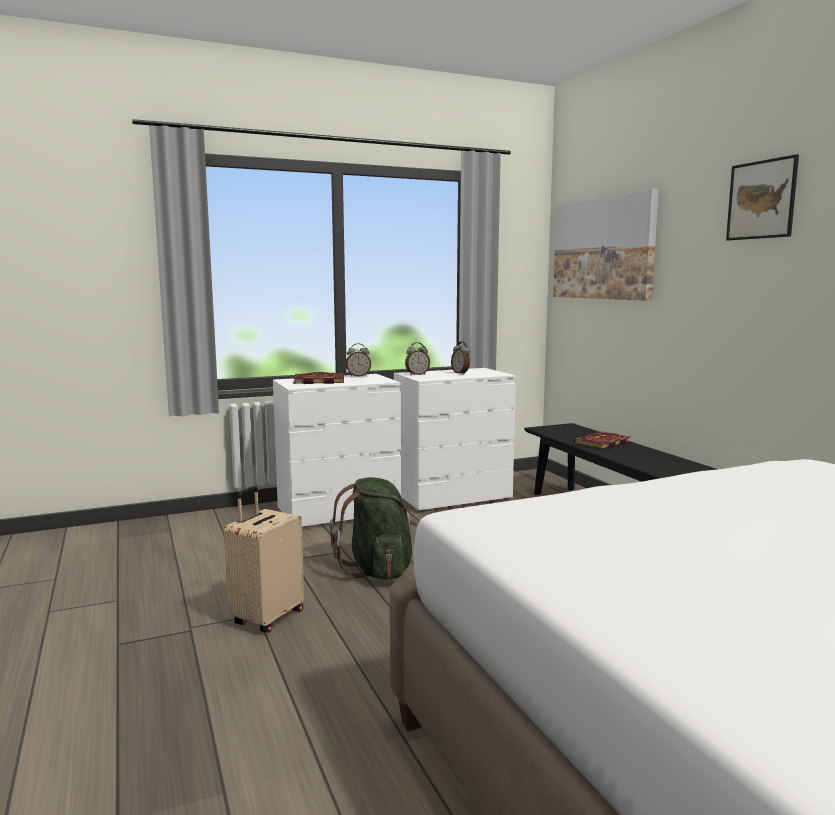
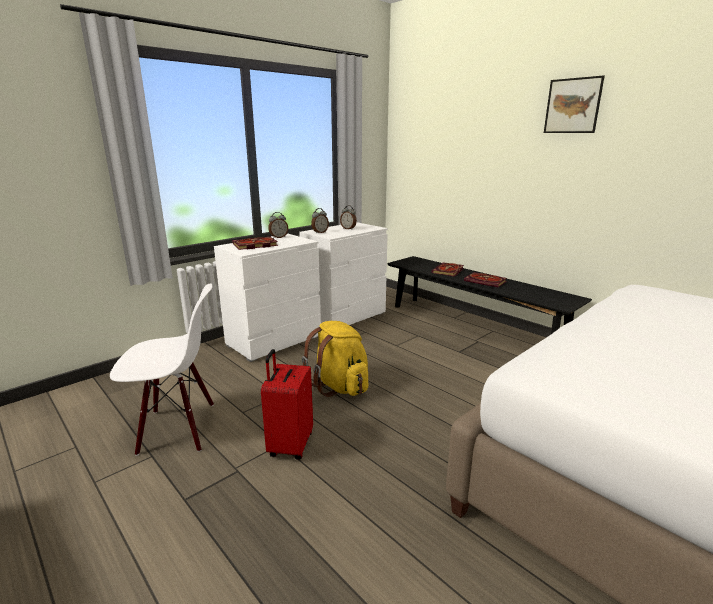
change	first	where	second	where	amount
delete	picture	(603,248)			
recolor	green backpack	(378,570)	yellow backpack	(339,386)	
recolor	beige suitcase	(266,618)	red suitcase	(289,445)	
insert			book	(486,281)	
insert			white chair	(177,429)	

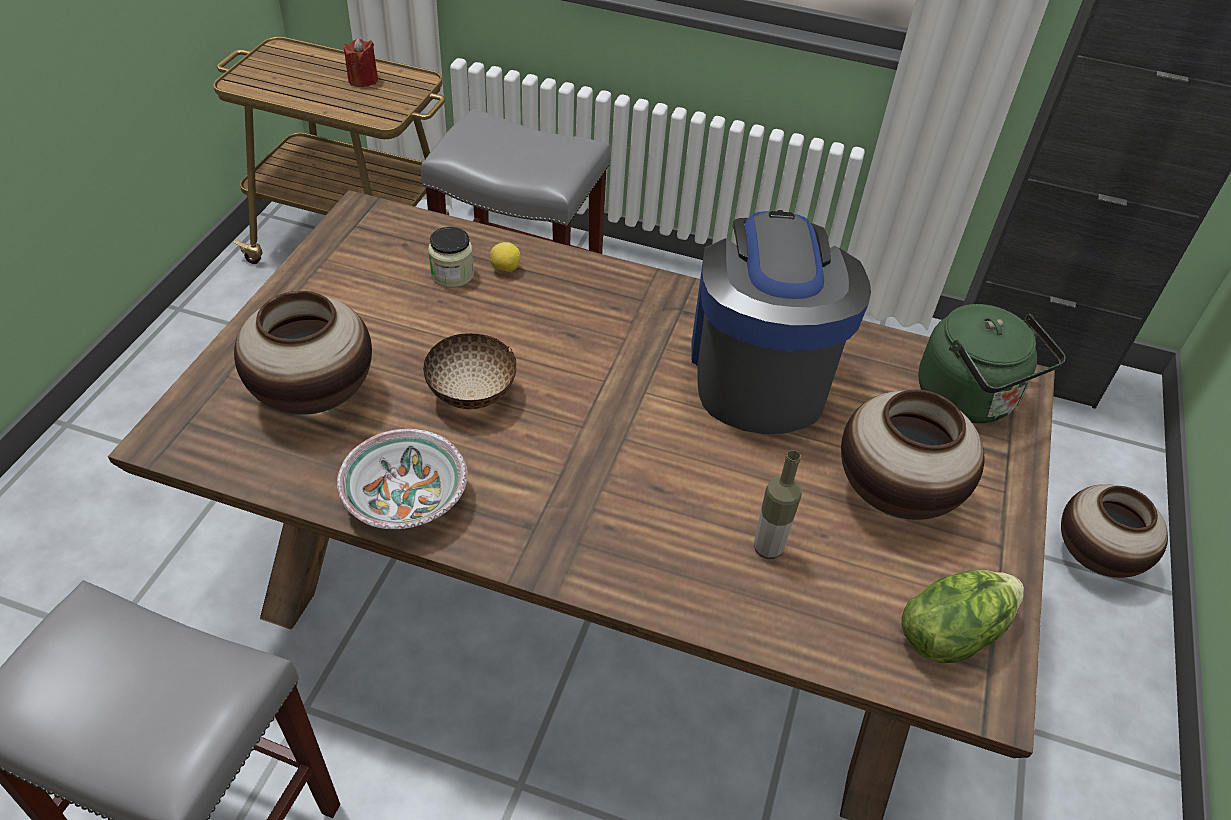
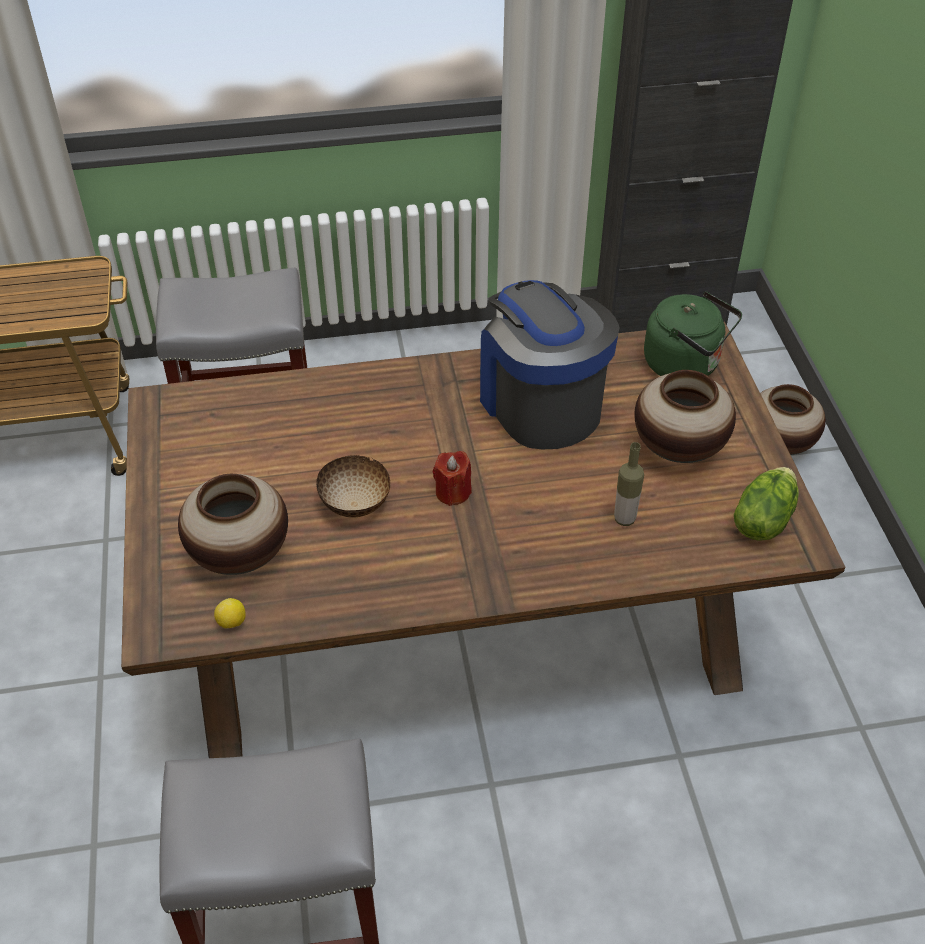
change	first	where	second	where	amount
move	red candle	(363,80)		(453,492)	
delete	jar	(452,274)			
move	lemon	(505,269)		(232,623)	
delete	bowl	(405,500)			

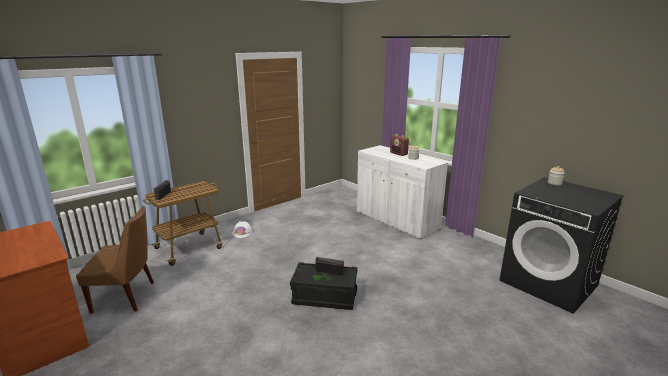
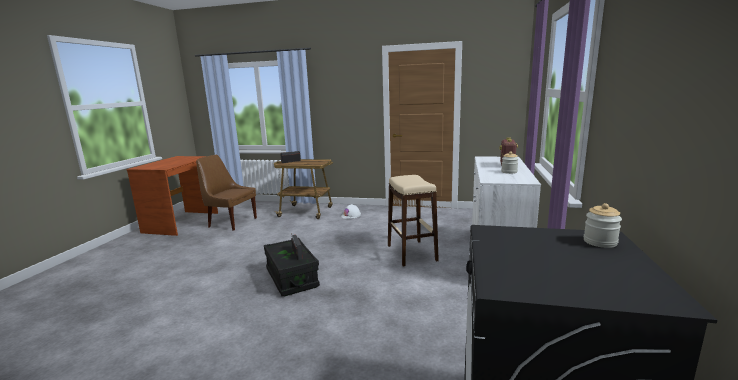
change	first	where	second	where	amount
rotate	brown chair	(126,297)		(231,222)	150 degrees clockwise
insert			beige stool	(411,253)	

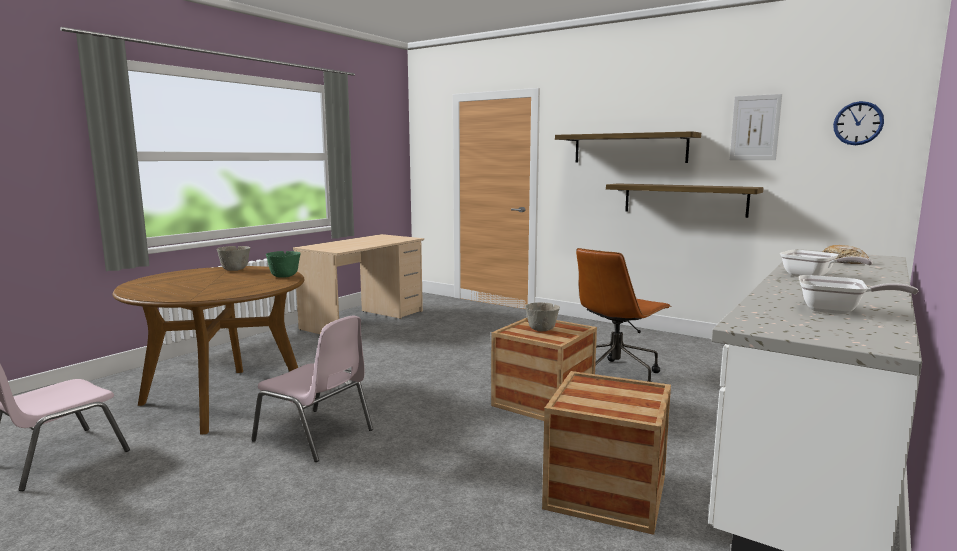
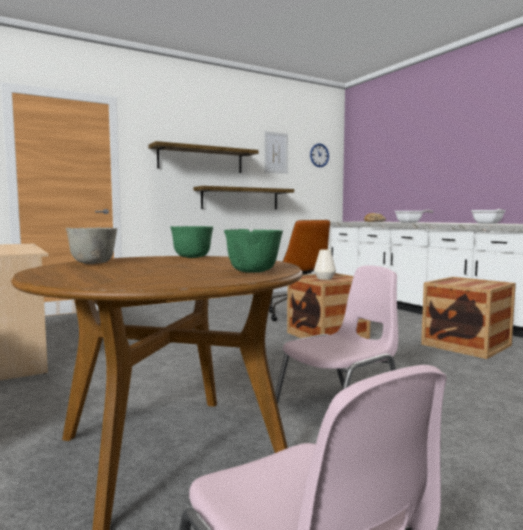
change	first	where	second	where	amount
replace	grey bowl	(542,329)	white vase	(324,278)	
insert			green bowl	(253,271)	

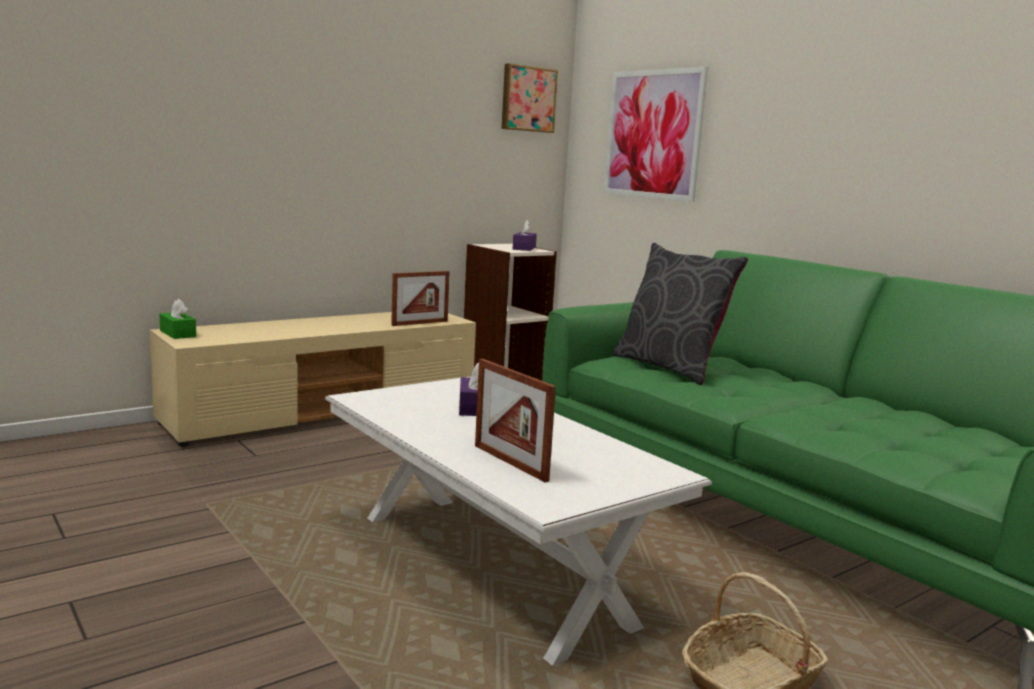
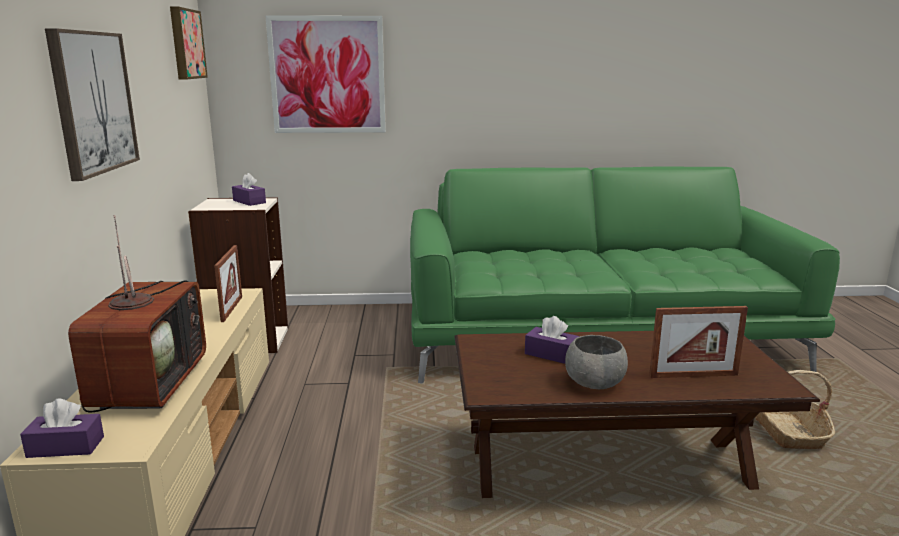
change	first	where	second	where	amount
delete	grey pillow	(669,368)			
recolor	green tissue box	(178,334)	purple tissue box	(65,447)	
recolor	white coffee table	(491,568)	brown coffee table	(609,467)	
insert			picture	(93,102)	
insert			television	(148,383)	
insert			grey bowl	(593,383)	

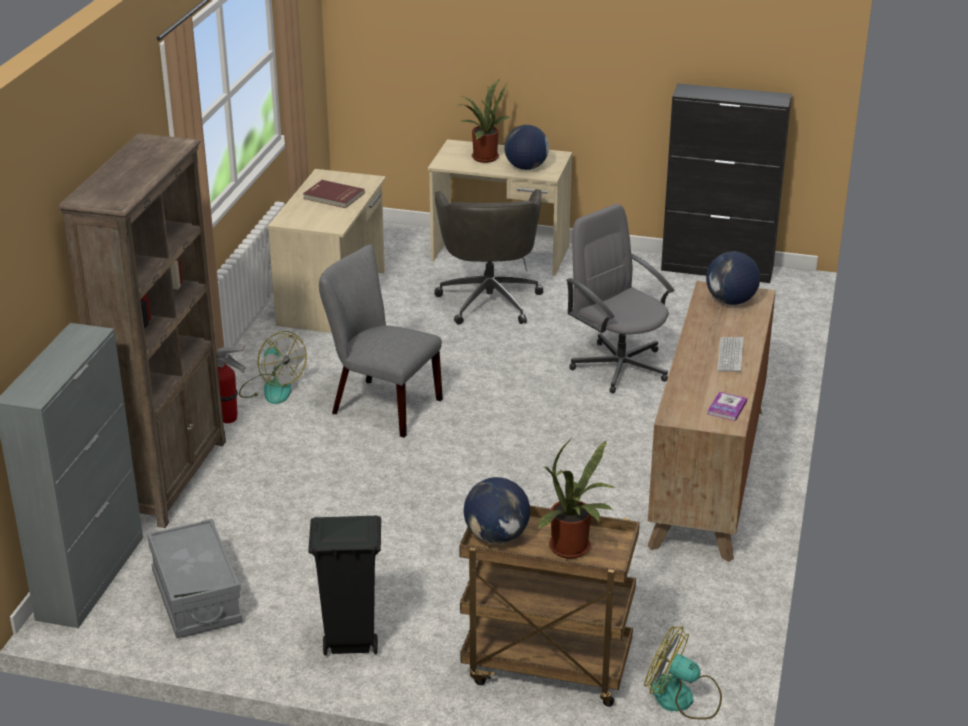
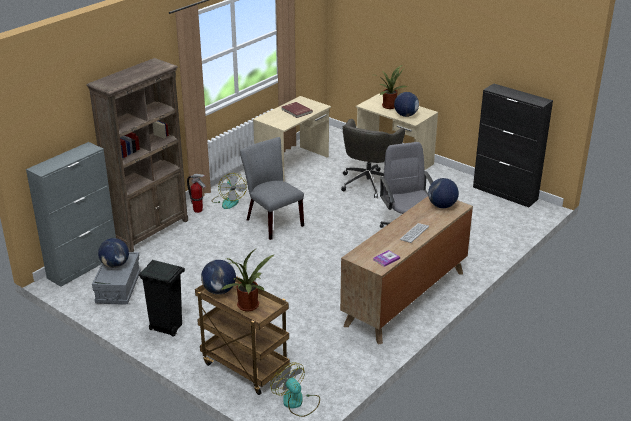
change	first	where	second	where	amount
insert			globe	(115,265)	

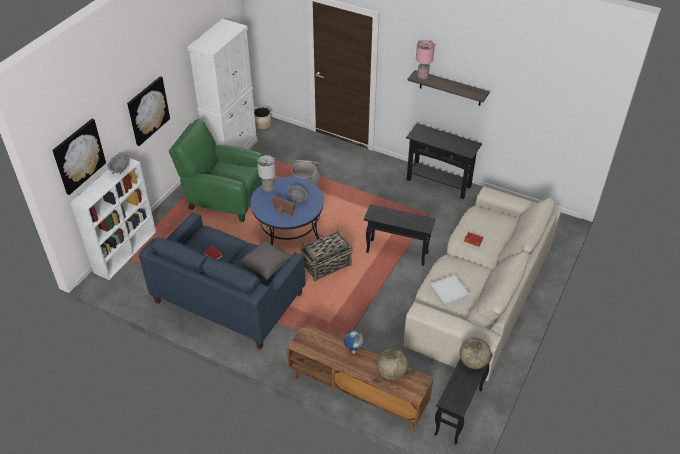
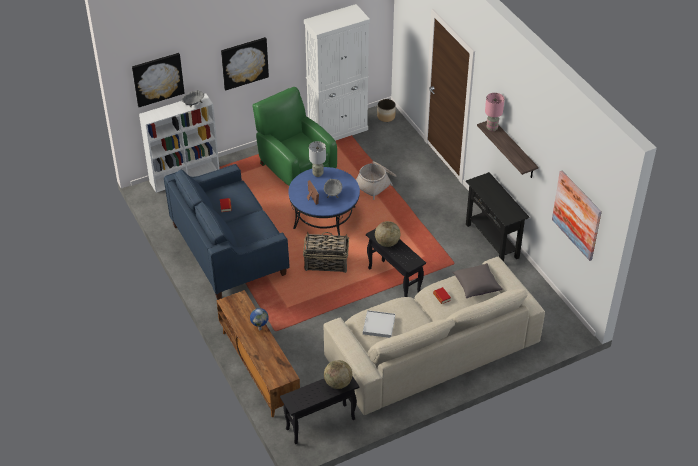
change	first	where	second	where	amount
move	grey pillow	(266,265)		(476,286)	
move	globe	(391,373)		(387,243)	
insert			picture	(577,215)	

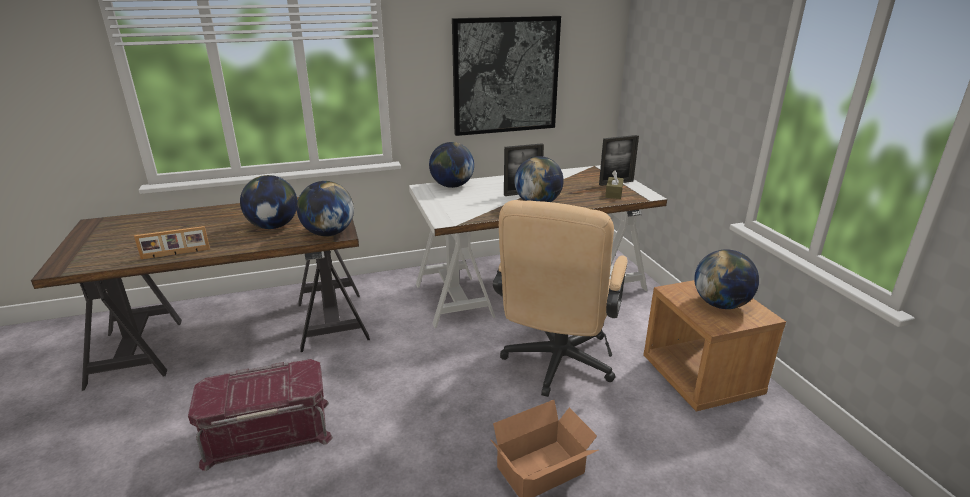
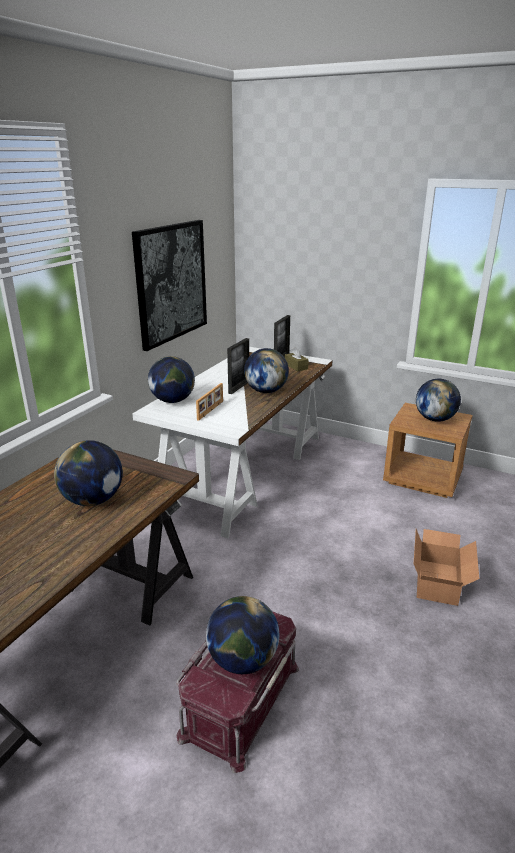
change	first	where	second	where	amount
move	globe	(328,233)		(243,660)	
delete	beige office chair	(556,366)			
move	picture frame	(176,254)		(211,410)	

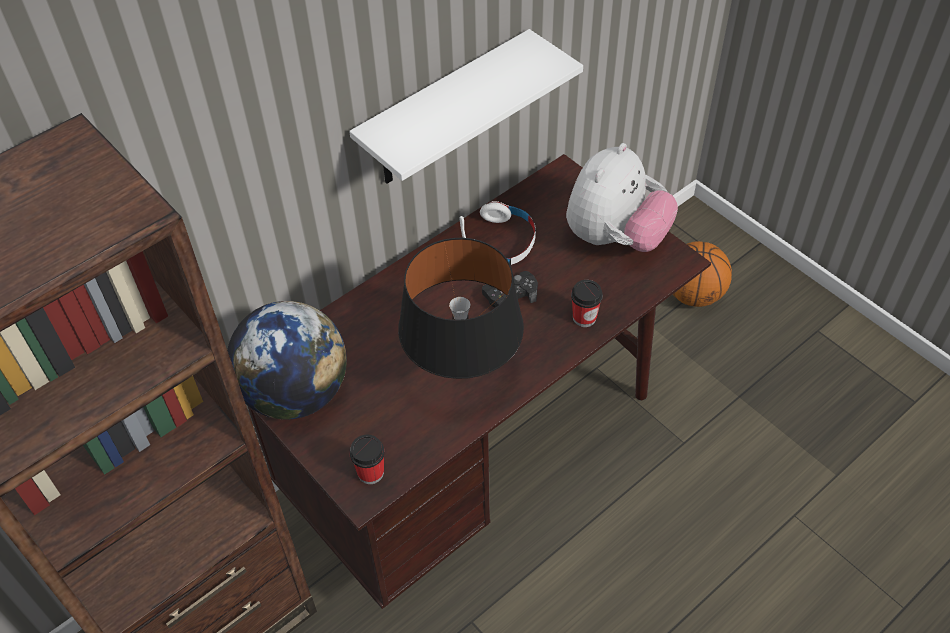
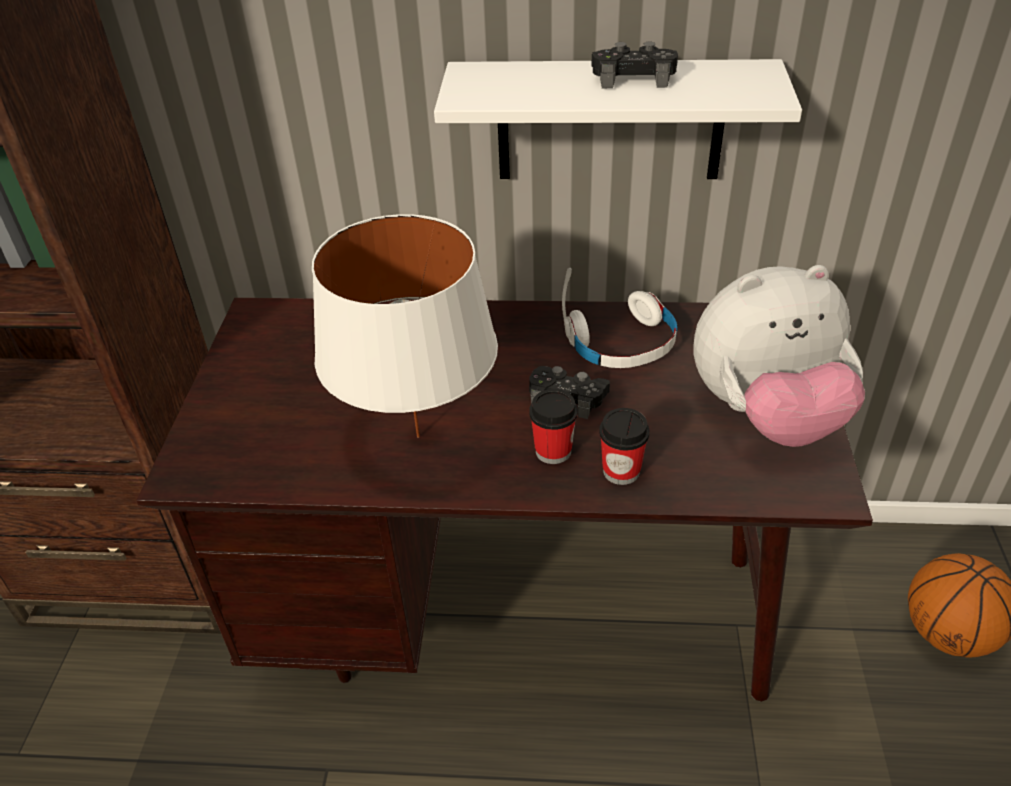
change	first	where	second	where	amount
recolor	black table lamp	(463,374)	white table lamp	(419,436)	
delete	globe	(296,393)			
move	cup	(370,472)		(553,451)	
insert			black game controller	(633,77)	

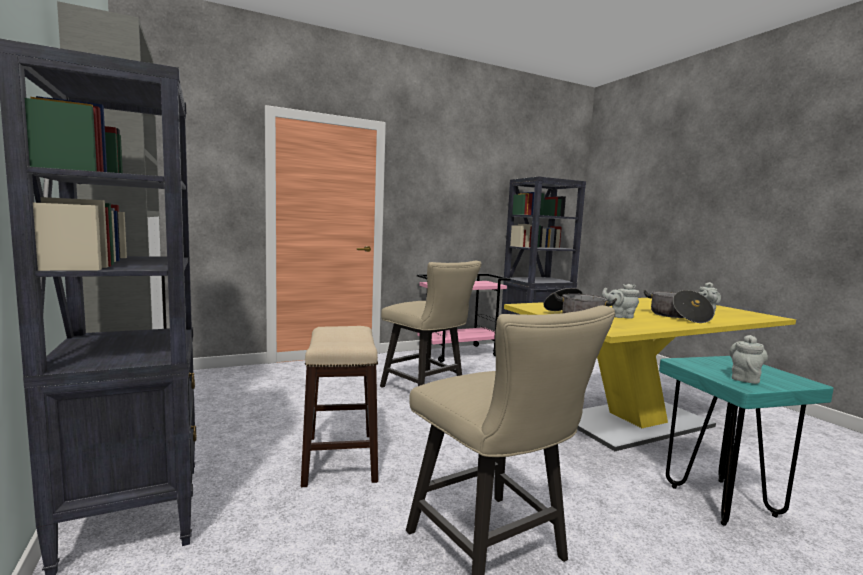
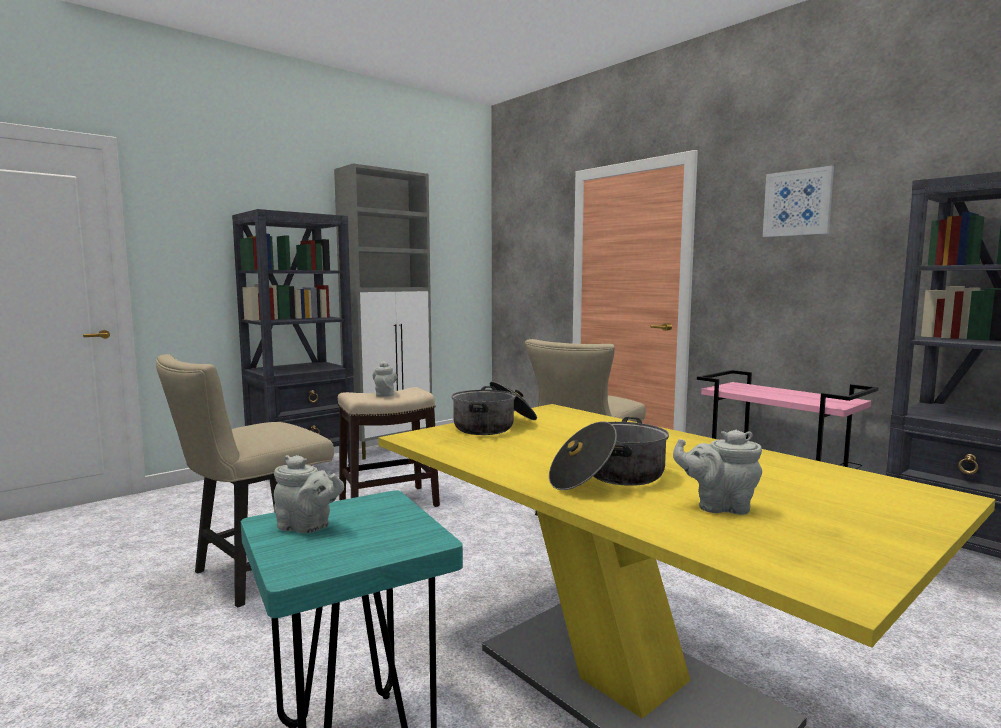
change	first	where	second	where	amount
move	grey teapot	(620,316)		(385,394)	
insert			picture	(797,203)	

